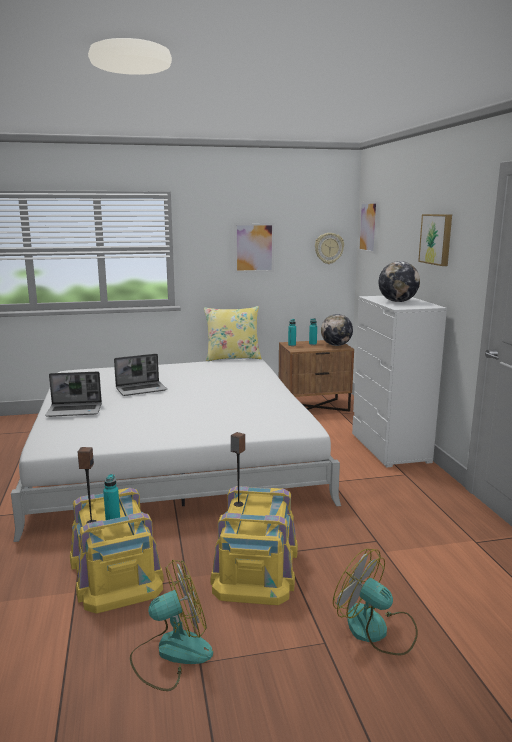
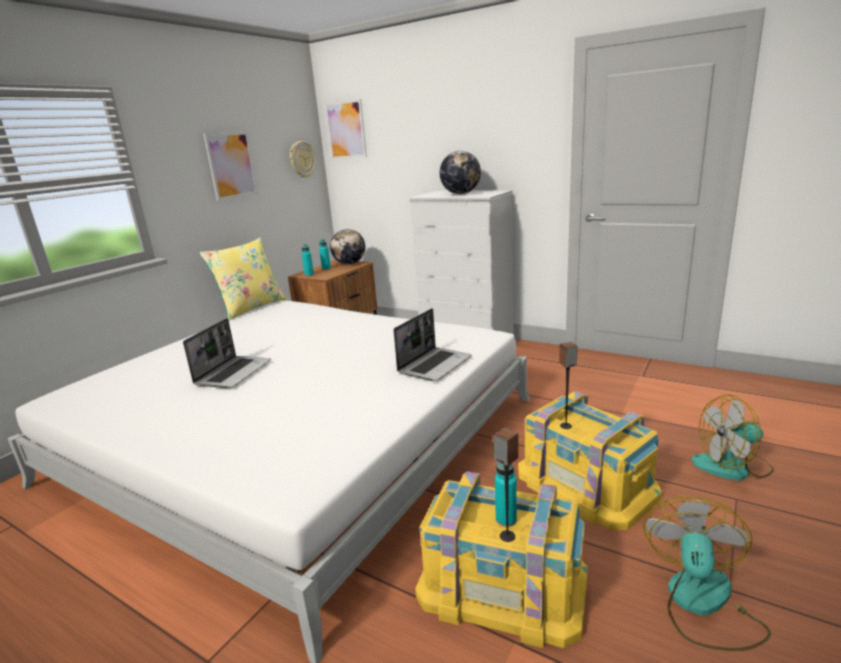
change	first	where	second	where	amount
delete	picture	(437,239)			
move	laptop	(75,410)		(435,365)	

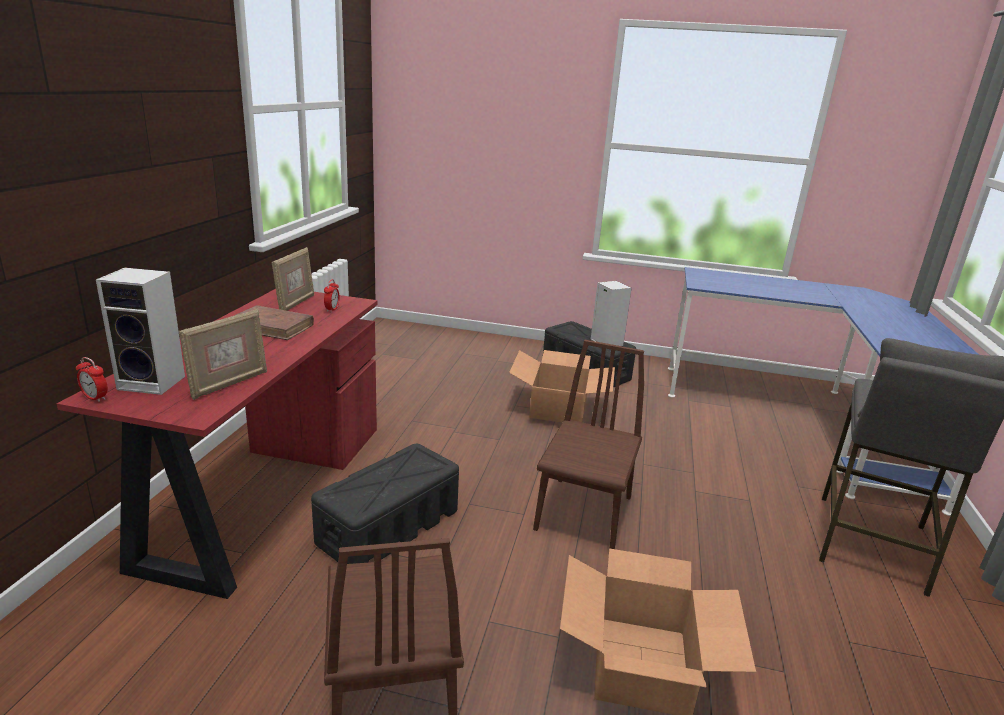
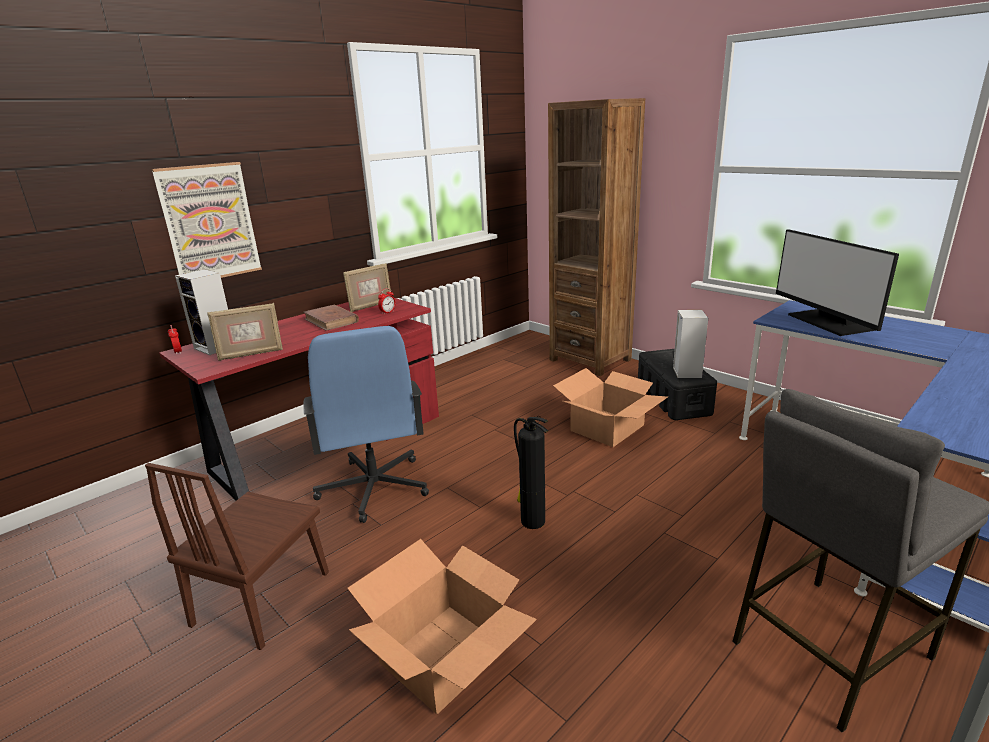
change	first	where	second	where	amount
replace	brown chair	(584,513)	fire extinguisher	(531,520)	
replace	black storage box	(388,527)	blue office chair	(374,488)	
insert			brown bookcase	(590,360)	
insert			picture	(209,222)	
insert			monitor	(828,322)	

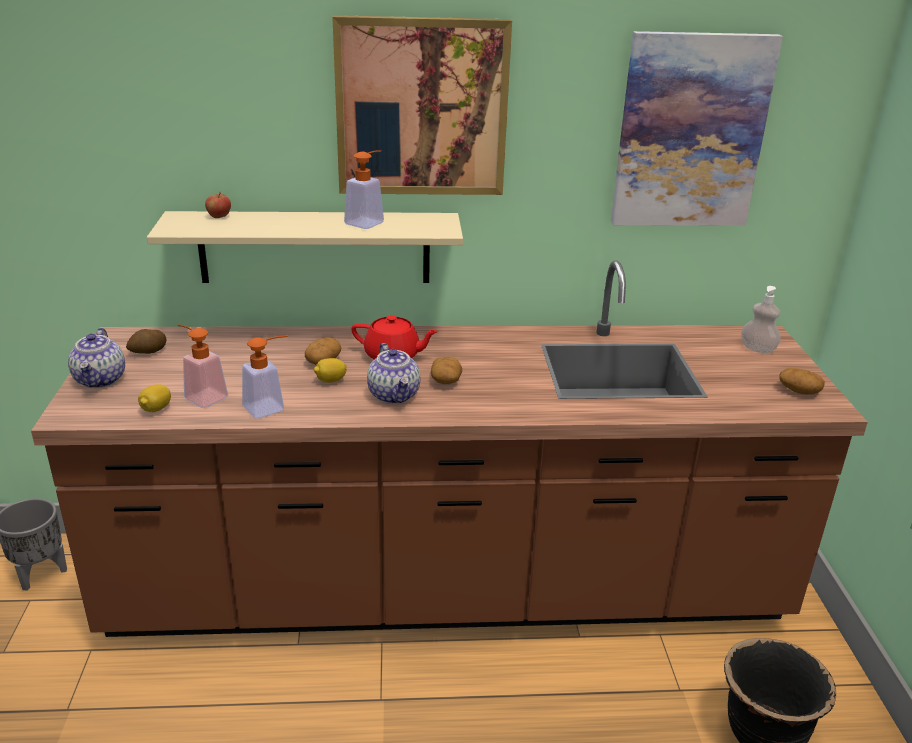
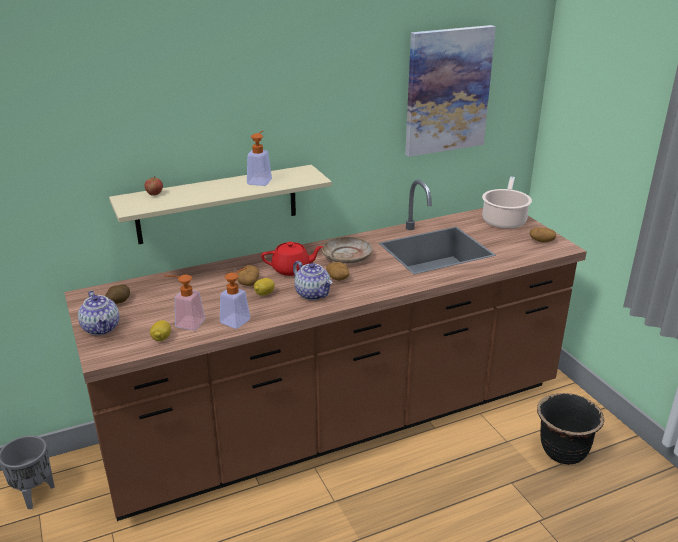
change	first	where	second	where	amount
delete	picture	(421,108)			
replace	soap dispenser	(757,349)	cooking pot	(504,220)	
insert			beige plate	(347,256)	

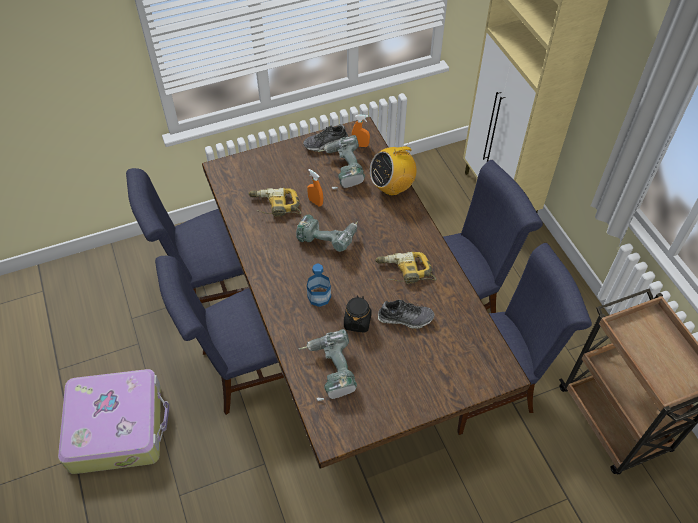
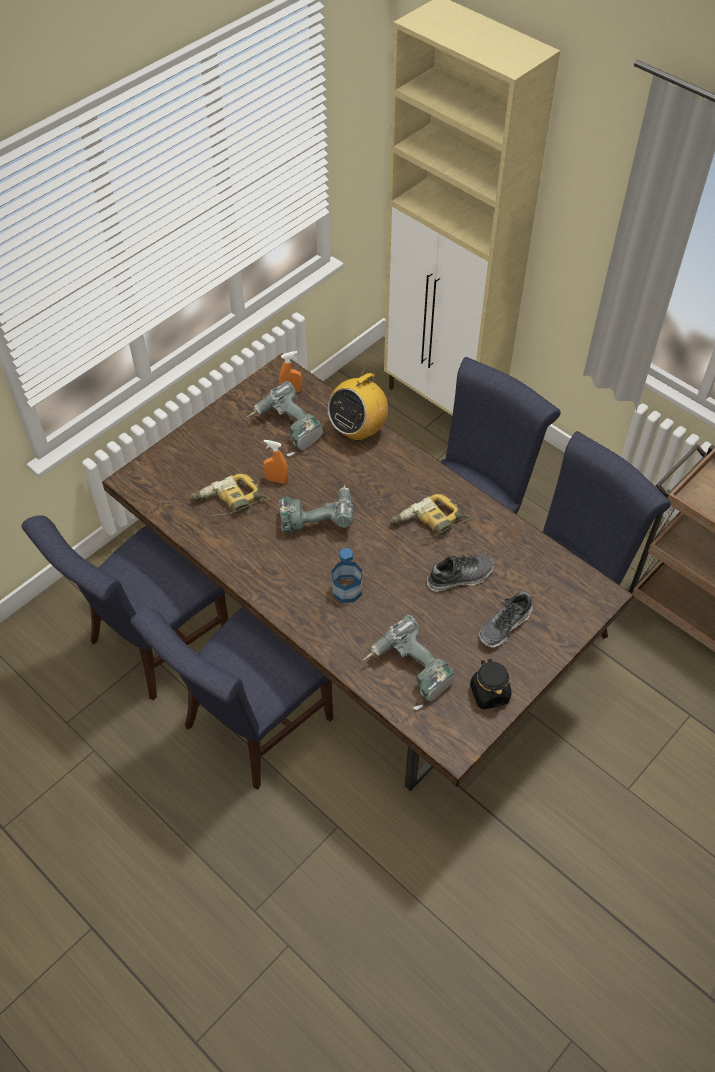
change	first	where	second	where	amount
move	shoe	(325,143)		(505,625)	
move	black jar	(357,321)		(489,693)	
delete	suitcase	(117,426)			

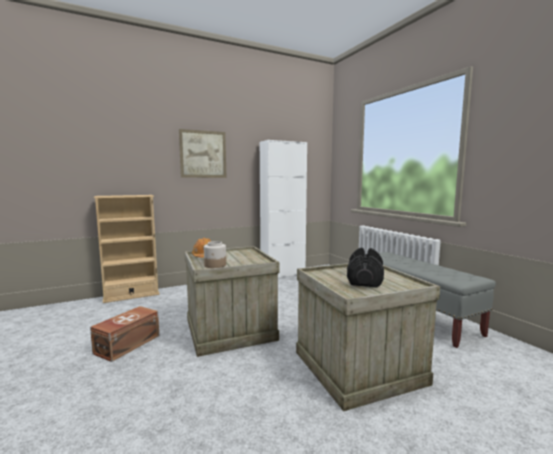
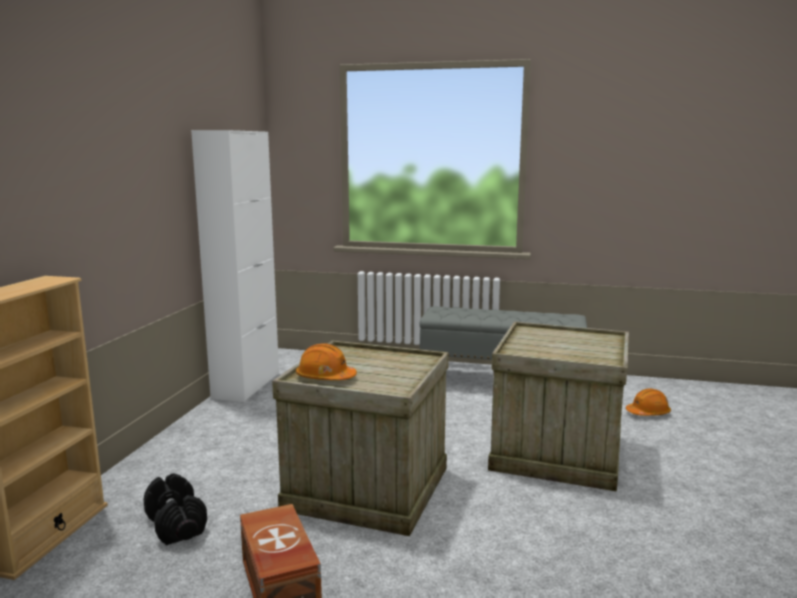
change	first	where	second	where	amount
delete	picture	(203,154)			
delete	jar	(215,265)			
move	black dumbbell	(365,279)		(176,524)	
insert			orange hard hat	(648,413)	

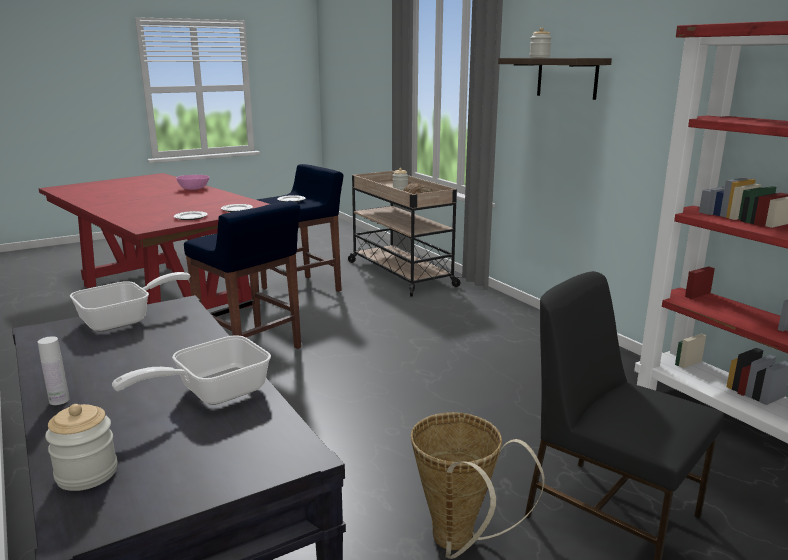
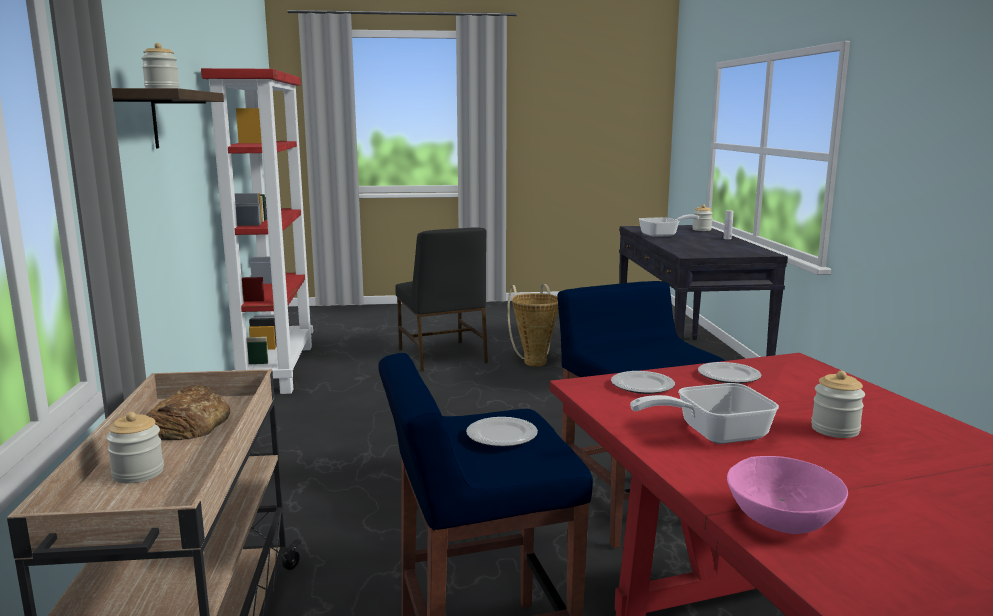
change	first	where	second	where	amount
move	frying pan	(124,320)		(712,434)	
insert			jar	(835,429)	

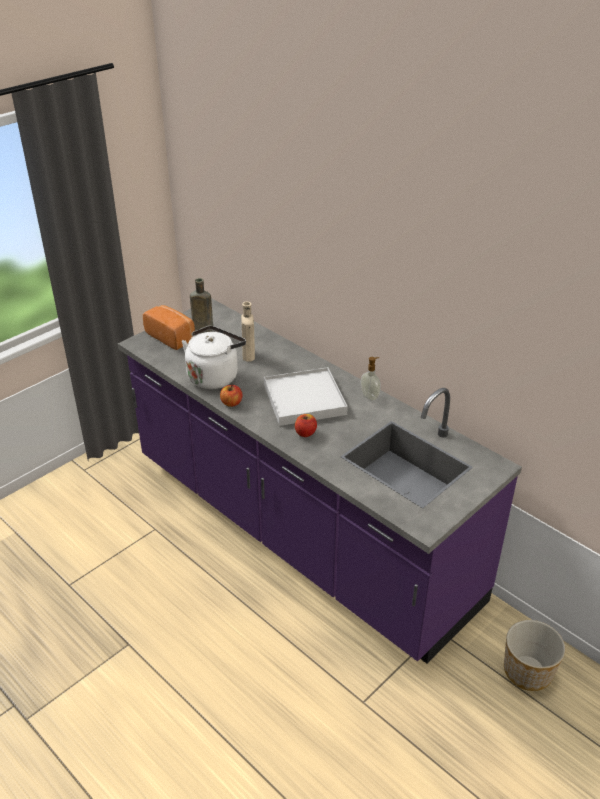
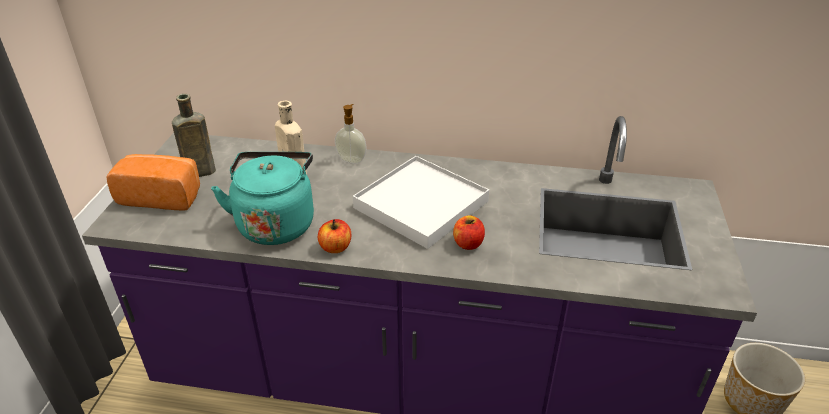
change	first	where	second	where	amount
recolor	white kettle	(214,376)	turquoise kettle	(276,223)	
move	soap dispenser	(370,396)		(352,159)	

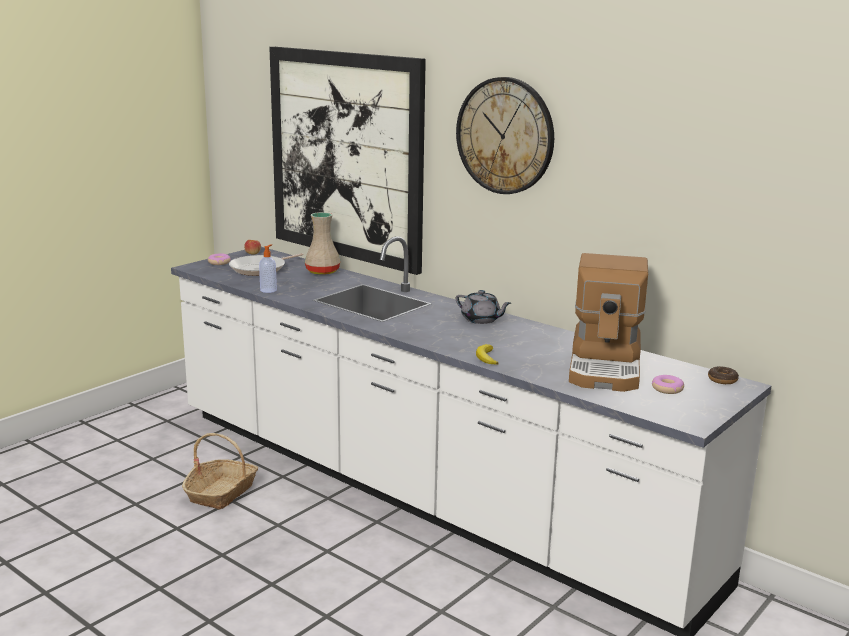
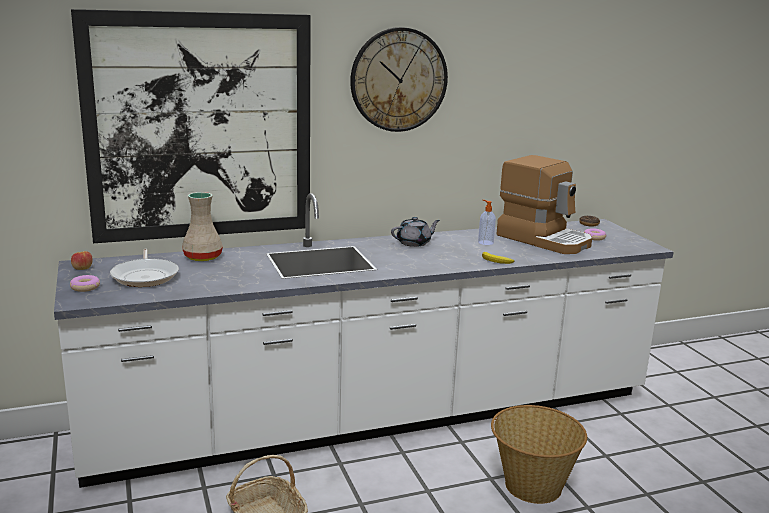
change	first	where	second	where	amount
move	soap dispenser	(268,290)		(485,242)	
insert			basket	(532,486)	

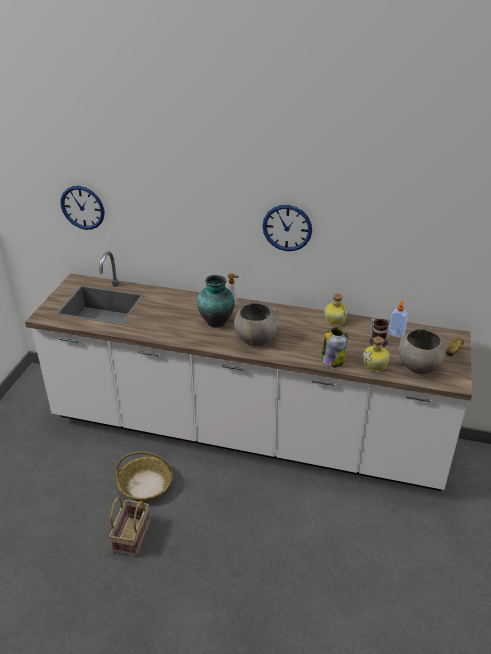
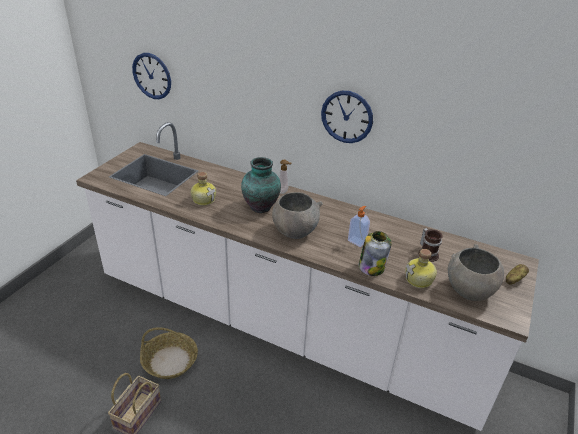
change	first	where	second	where	amount
move	bottle	(335,319)		(204,199)	
move	soap dispenser	(396,333)		(357,241)	

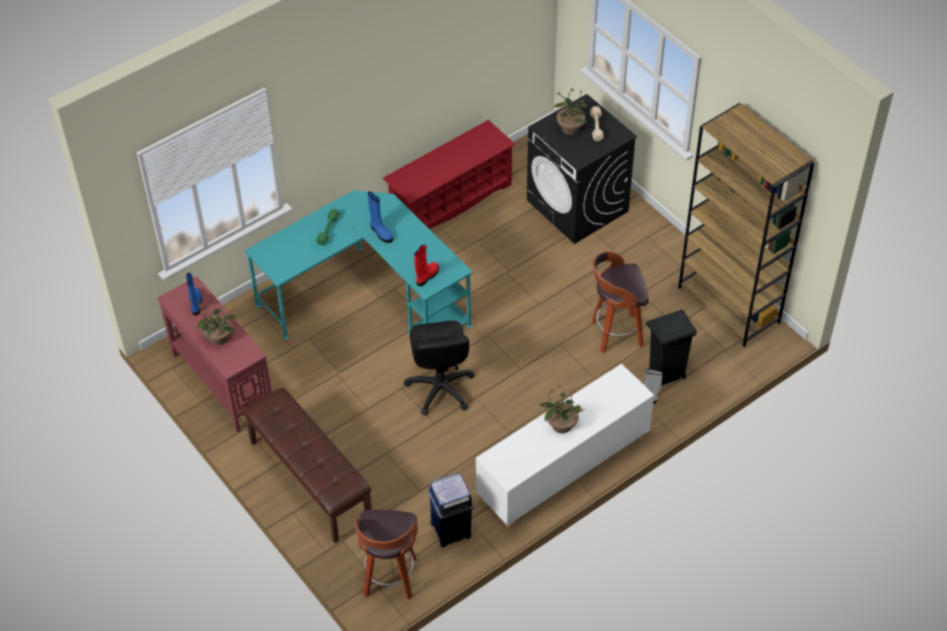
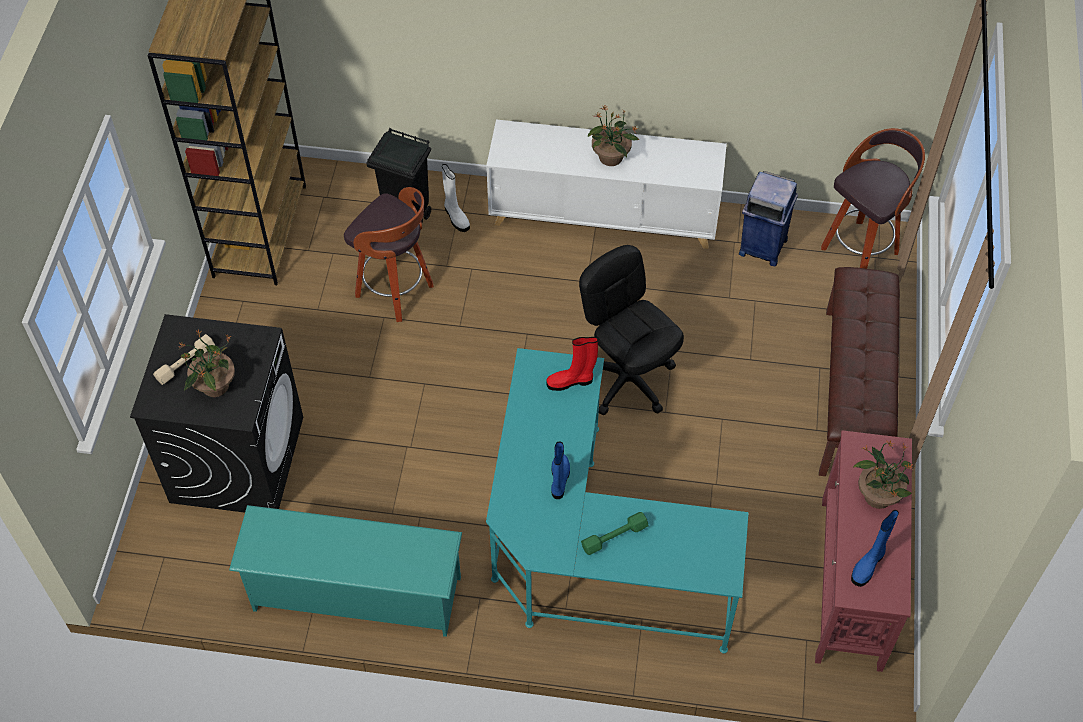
change	first	where	second	where	amount
recolor	red shoe rack	(450,201)	turquoise shoe rack	(356,594)	
rotate	black office chair	(440,388)		(627,379)	75 degrees counterclockwise

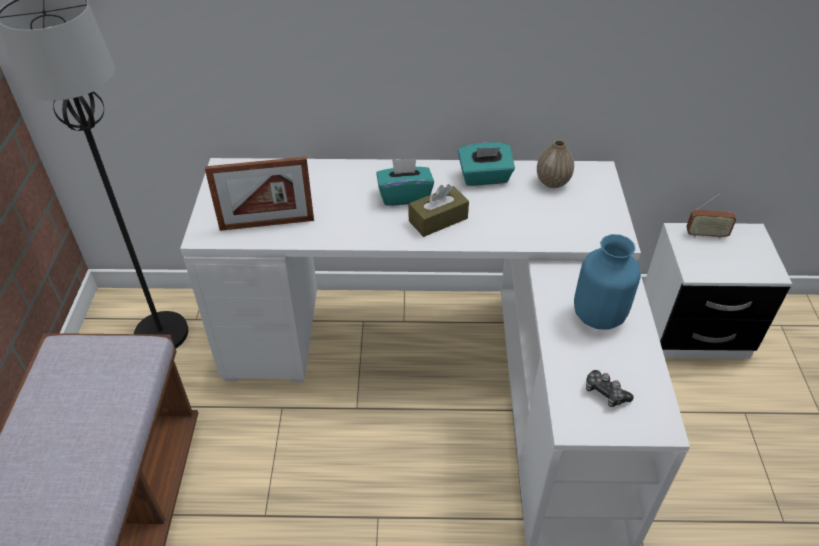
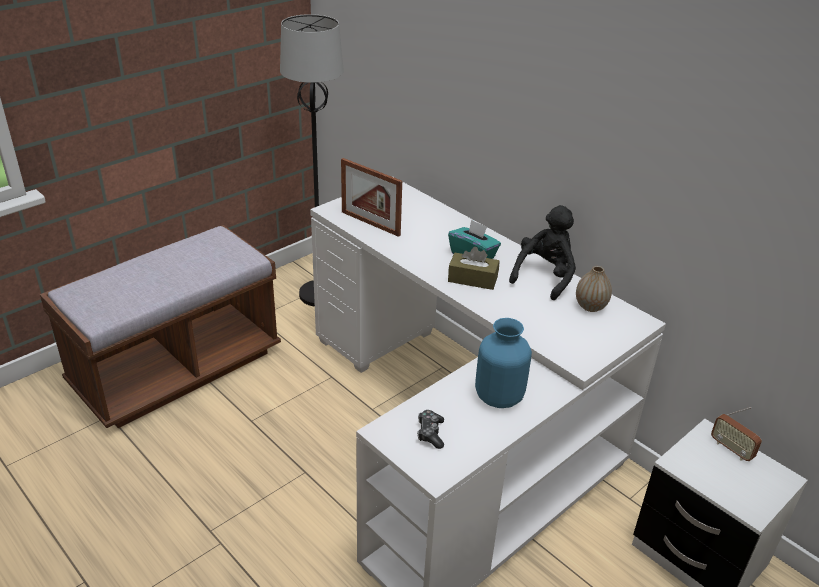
change	first	where	second	where	amount
replace	turquoise tissue box	(484,177)	black plush toy	(544,276)	

